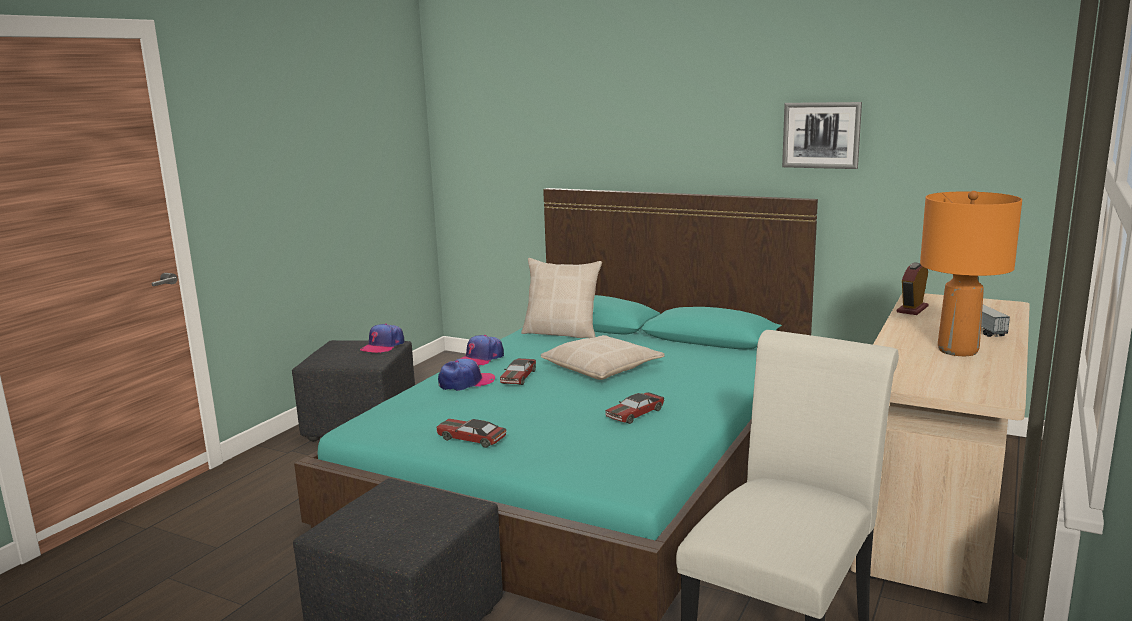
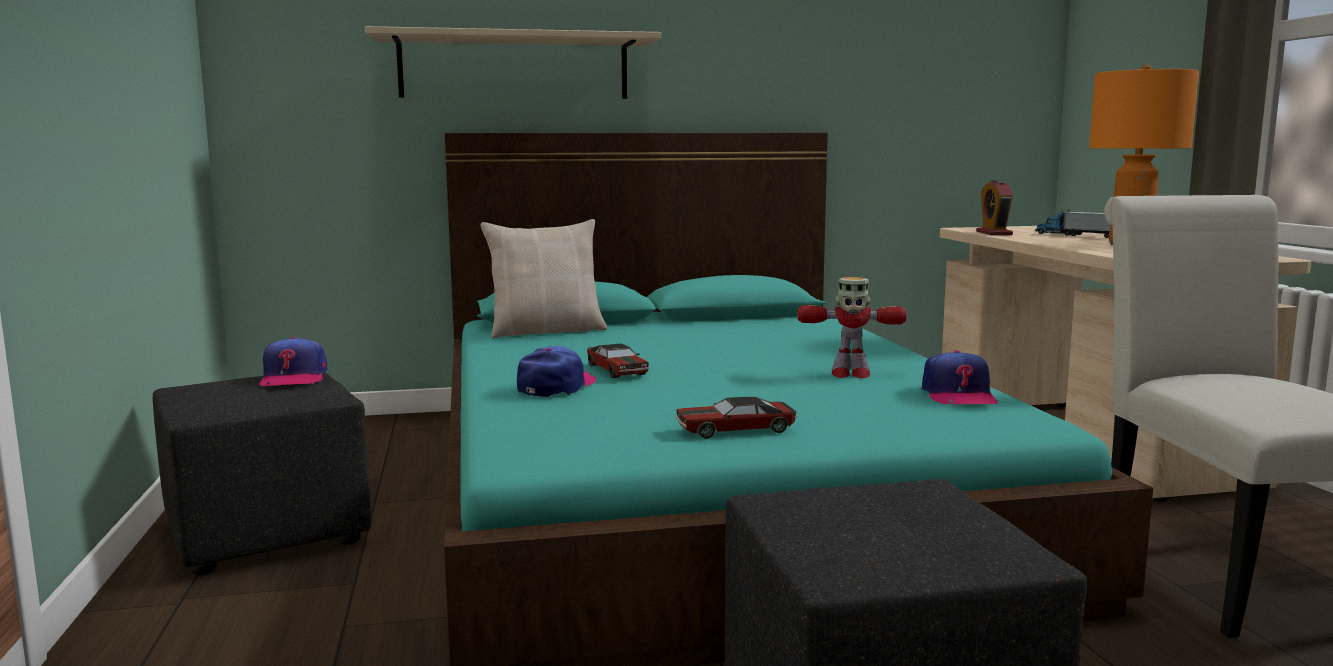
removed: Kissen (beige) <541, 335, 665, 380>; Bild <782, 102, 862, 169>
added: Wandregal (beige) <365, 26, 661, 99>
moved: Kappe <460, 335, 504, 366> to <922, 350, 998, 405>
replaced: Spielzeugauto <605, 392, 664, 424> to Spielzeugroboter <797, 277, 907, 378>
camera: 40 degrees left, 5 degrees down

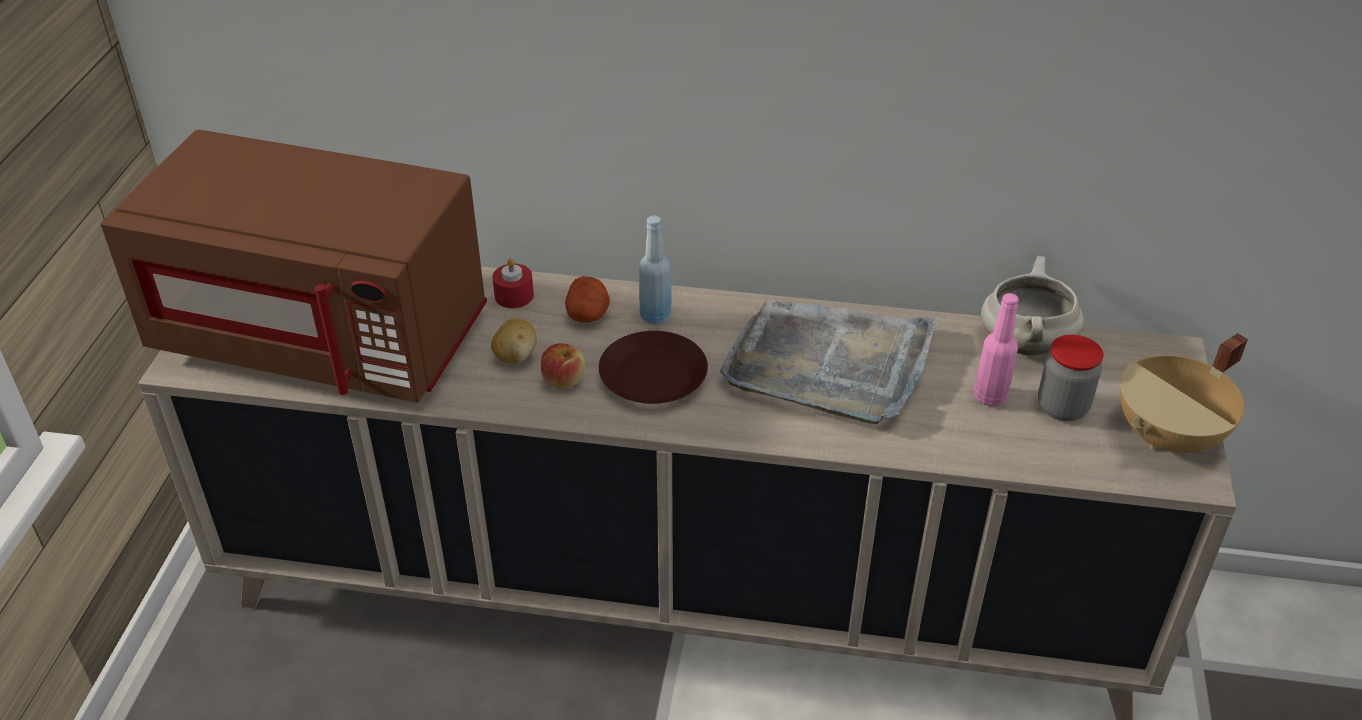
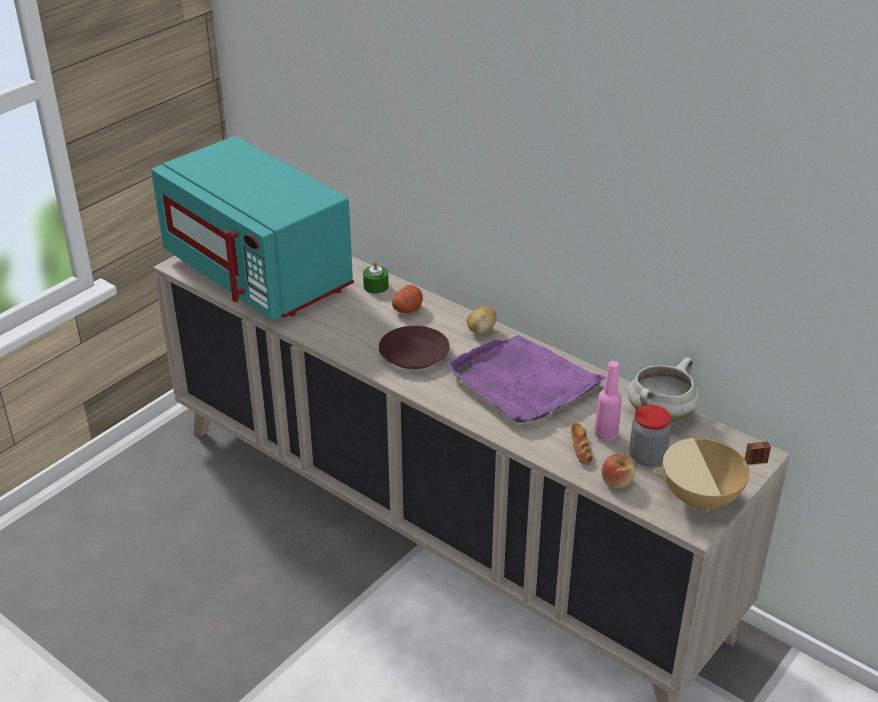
removed: Flasche (blau) <639, 215, 672, 325>
added: Brot <570, 423, 593, 465>
moved: Kartoffel <491, 318, 537, 364> to <467, 306, 496, 334>; Apfel <541, 343, 585, 389> to <601, 454, 635, 488>
recoloured: Mikrowelle (braun) <100, 130, 487, 403> to Mikrowelle (türkis) <151, 136, 354, 320>; Kerze (rot) <492, 258, 534, 308> to Kerze (grün) <363, 261, 389, 294>; Tablett (grau) <720, 299, 937, 424> to Tablett (lila) <448, 335, 606, 423>
camera: 30 degrees right, 5 degrees down

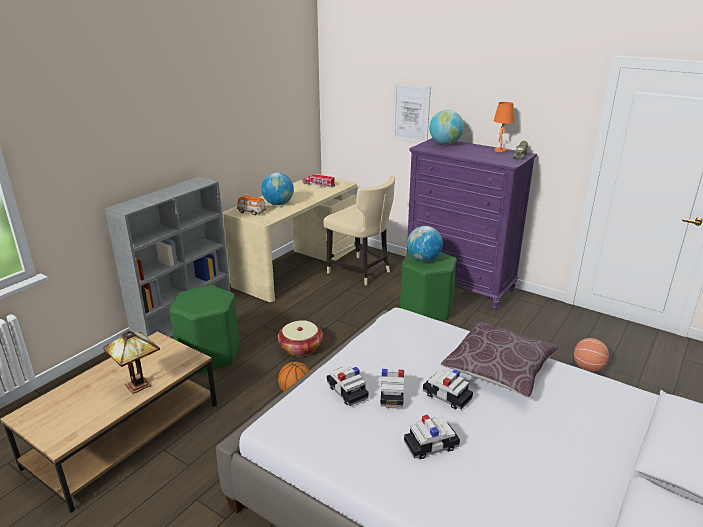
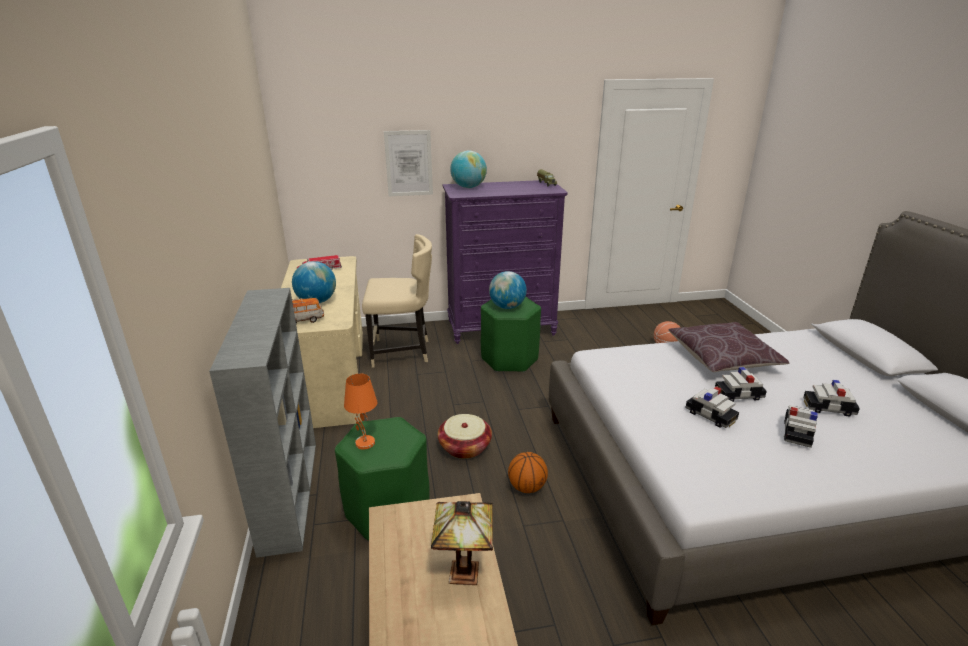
moved: Spielzeugauto <327, 365, 369, 406> to <803, 380, 860, 417>; Tischlampe (orange) <494, 102, 514, 152> to <344, 374, 377, 450>
camera: 45 degrees left, 0 degrees up

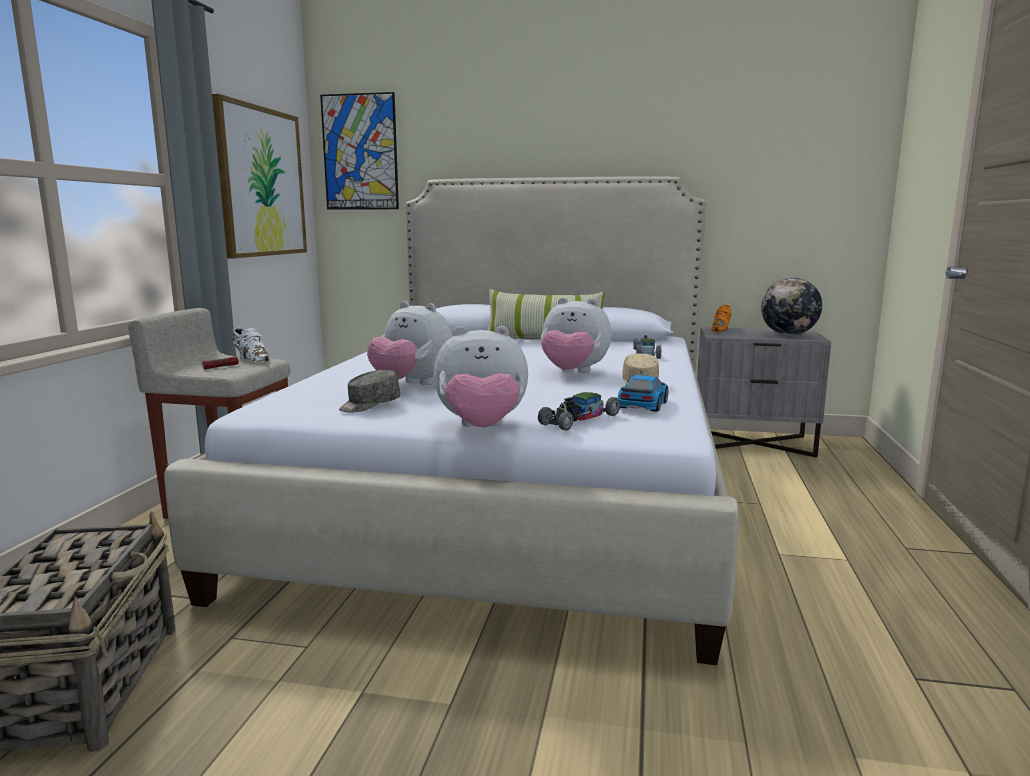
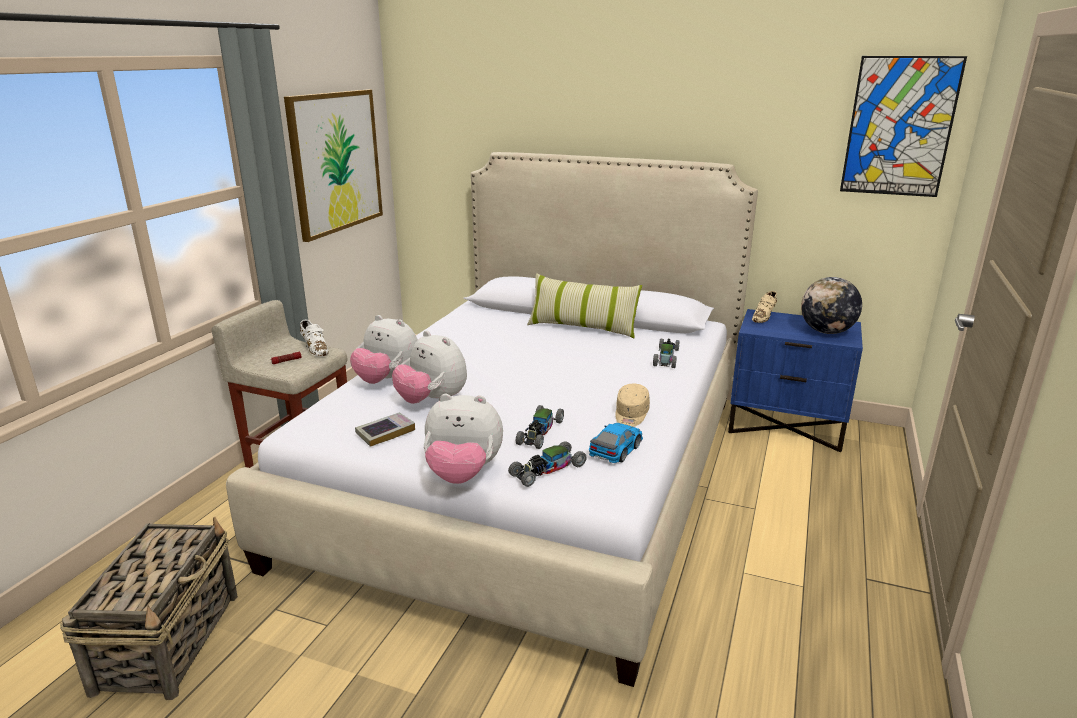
added: Spielzeugauto <516, 405, 564, 449>
moved: Bild <320, 92, 399, 210> to <840, 56, 967, 197>; Plüschtier <541, 297, 612, 373> to <350, 315, 418, 384>
replaced: Kappe (grau) <339, 370, 400, 412> to Buch <355, 413, 415, 447>
recoloured: Nachttisch (grau) <697, 327, 831, 458> to Nachttisch (blau) <728, 309, 863, 452>; Schuh (orange) <711, 305, 732, 332> to Schuh (beige) <752, 291, 777, 323>
camera: 10 degrees right, 10 degrees up

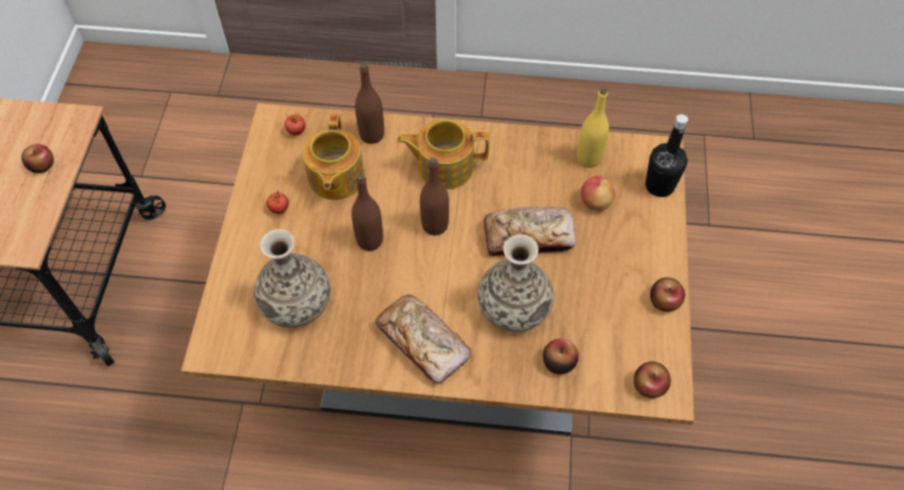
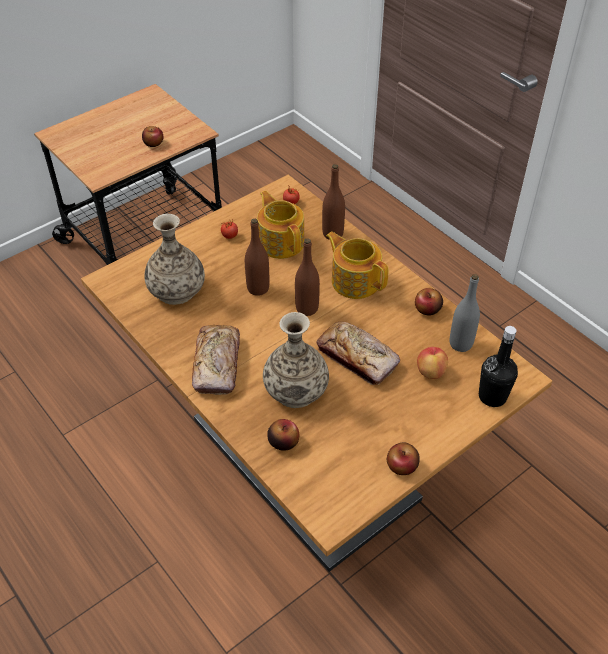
moved: Apfel <634, 362, 671, 398> to <415, 288, 443, 316>
recoloured: Flasche (gelb) <577, 88, 609, 168> to Flasche (grau) <450, 274, 480, 352>
turned: Teekanne <303, 114, 364, 200> = <257, 191, 304, 259> 105 degrees clockwise
camera: 45 degrees right, 10 degrees down

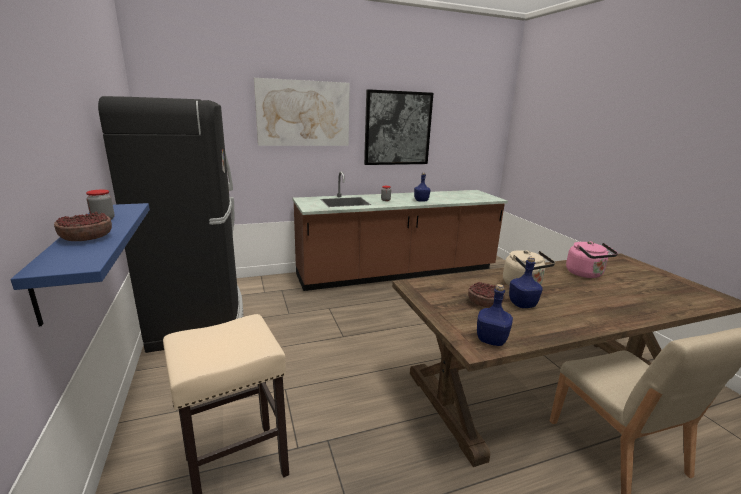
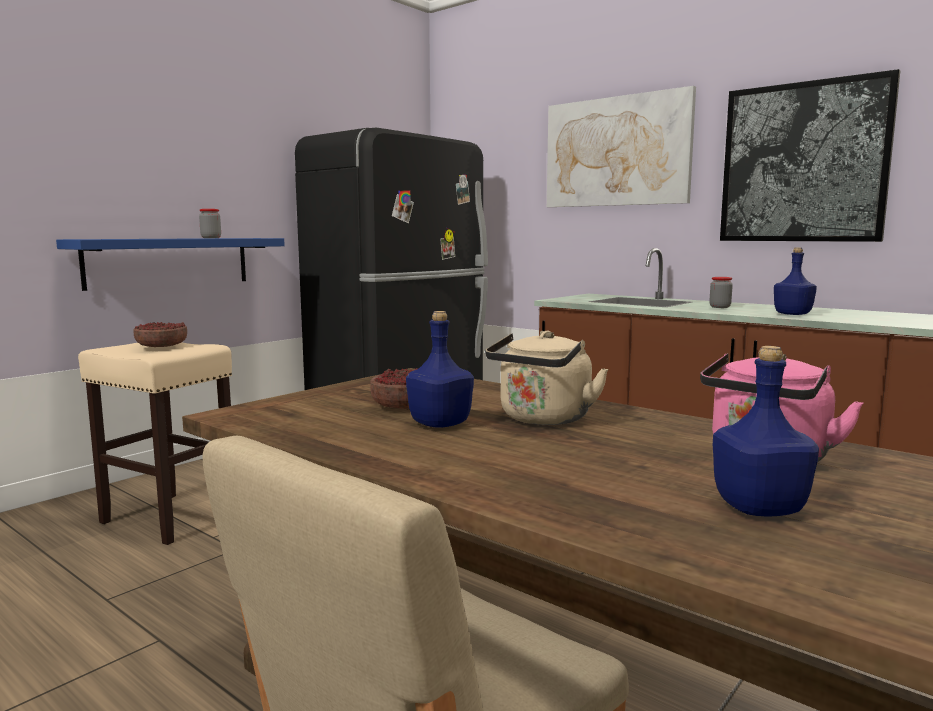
moved: Schüssel <54, 212, 112, 241> to <133, 322, 187, 347>; Flasche (blau) <477, 284, 513, 346> to <713, 346, 819, 516>
camera: 60 degrees right, 10 degrees down

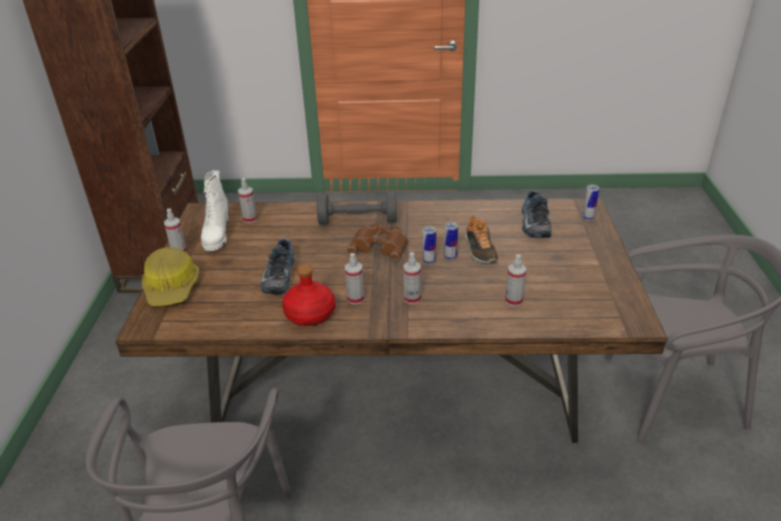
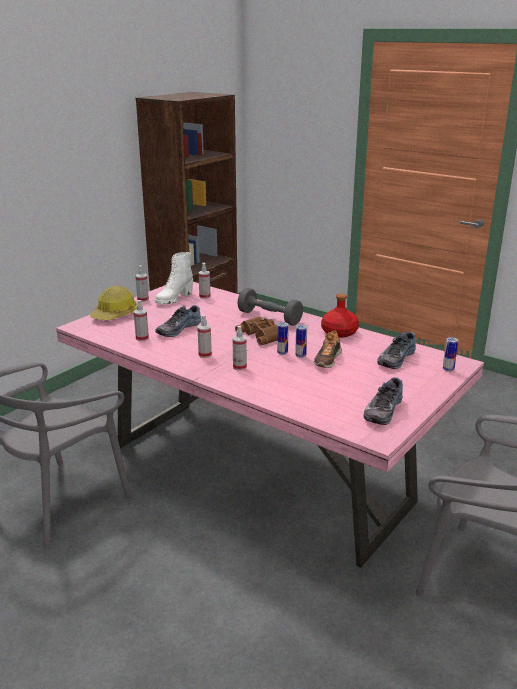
added: Schuh <364, 377, 403, 425>
moved: Flasche (rot) <282, 265, 335, 326> to <321, 293, 359, 338>; Sprühflasche <505, 254, 526, 307> to <134, 300, 149, 341>
recoloured: Esstisch (braun) <115, 198, 667, 443> to Esstisch (rosa) <56, 282, 484, 568>
camera: 35 degrees right, 10 degrees down

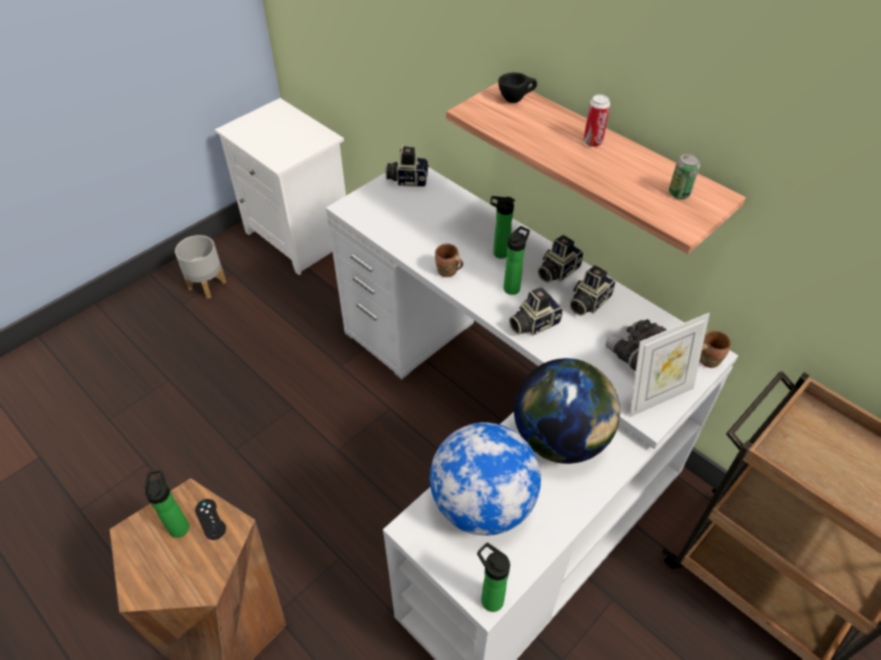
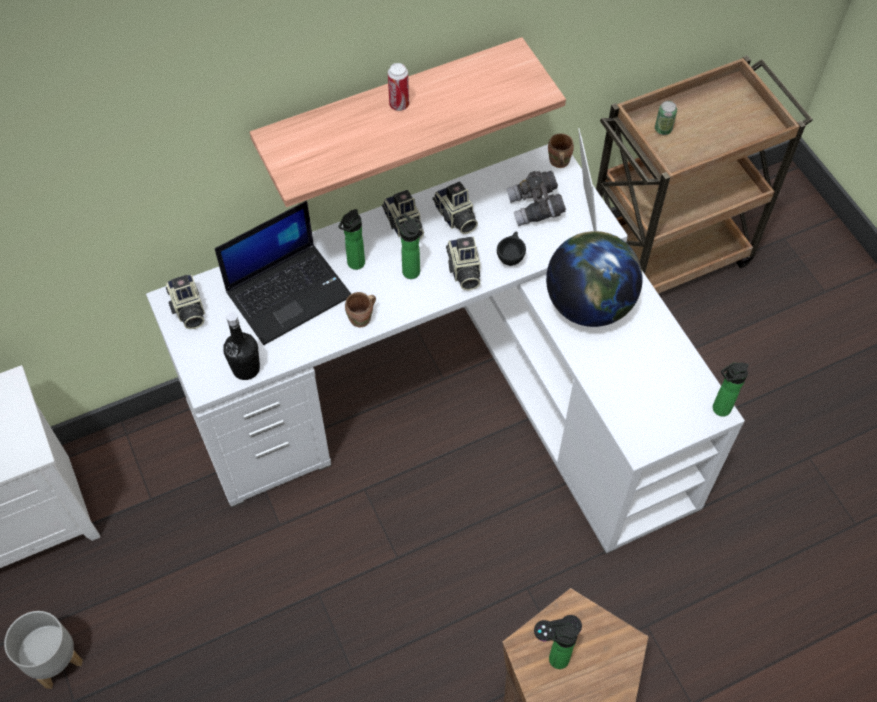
removed: Globus <430, 422, 541, 536>
added: Laptop <215, 201, 351, 345>; Flasche (schwarz) <223, 312, 260, 380>
moved: Tasse (schwarz) <498, 72, 537, 103> to <497, 231, 526, 266>; Dose <669, 154, 700, 199> to <655, 101, 677, 135>
turned: Kamera <386, 145, 429, 187> = <166, 274, 205, 329> 45 degrees counterclockwise
camera: 70 degrees left, 10 degrees up

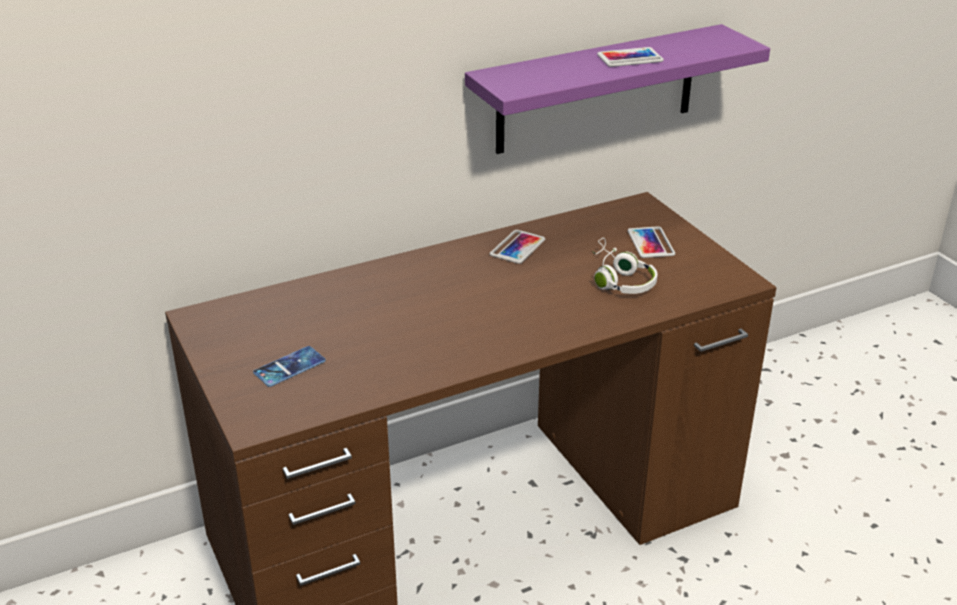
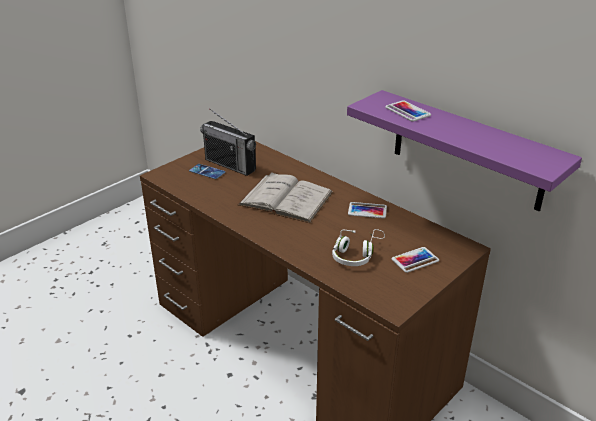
added: Radio <200, 108, 256, 176>; Buch (weiß) <237, 172, 333, 223>
moved: Handy <597, 47, 664, 67> to <385, 100, 431, 122>
camera: 70 degrees right, 0 degrees up

